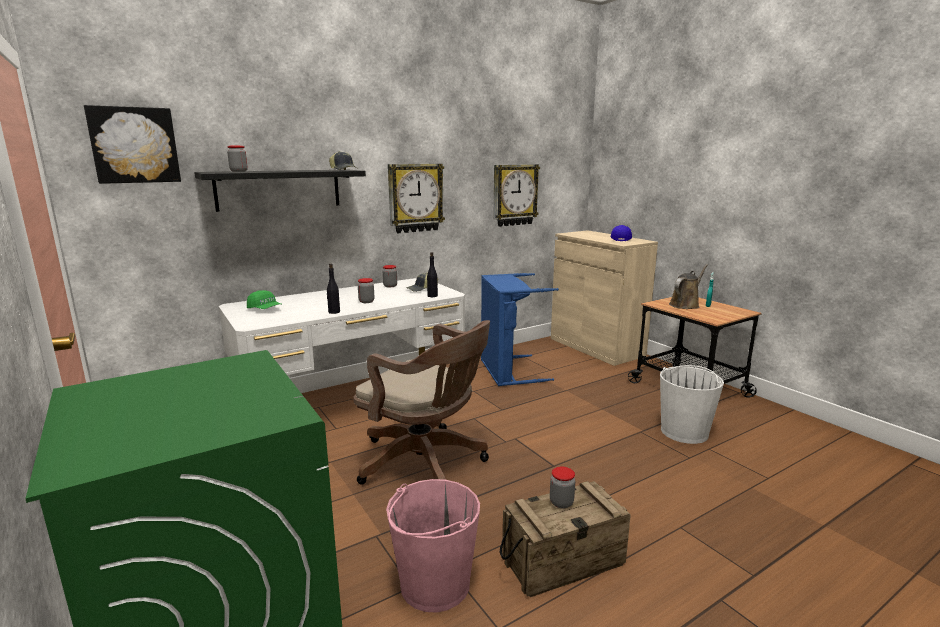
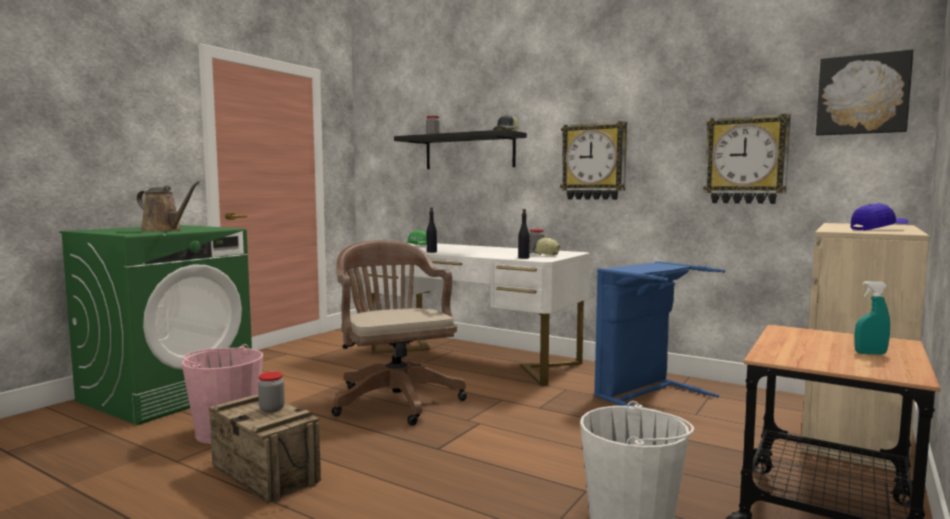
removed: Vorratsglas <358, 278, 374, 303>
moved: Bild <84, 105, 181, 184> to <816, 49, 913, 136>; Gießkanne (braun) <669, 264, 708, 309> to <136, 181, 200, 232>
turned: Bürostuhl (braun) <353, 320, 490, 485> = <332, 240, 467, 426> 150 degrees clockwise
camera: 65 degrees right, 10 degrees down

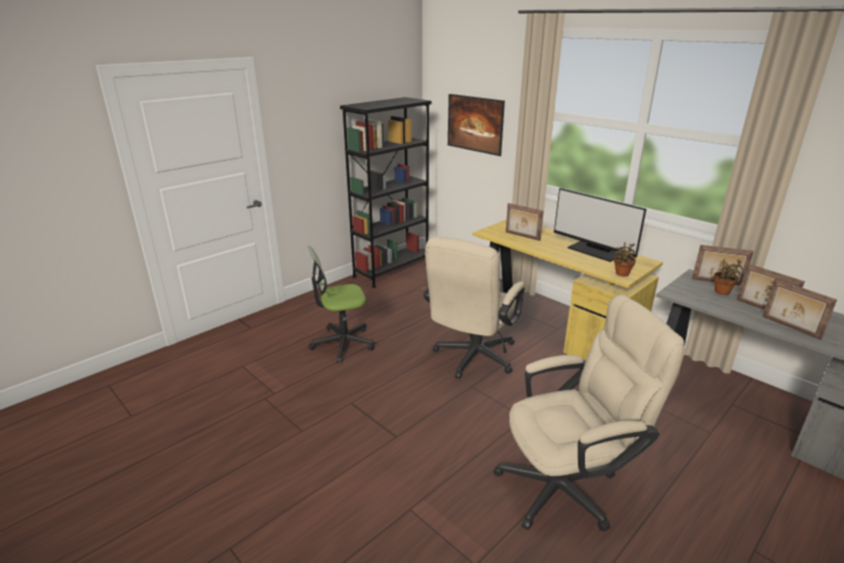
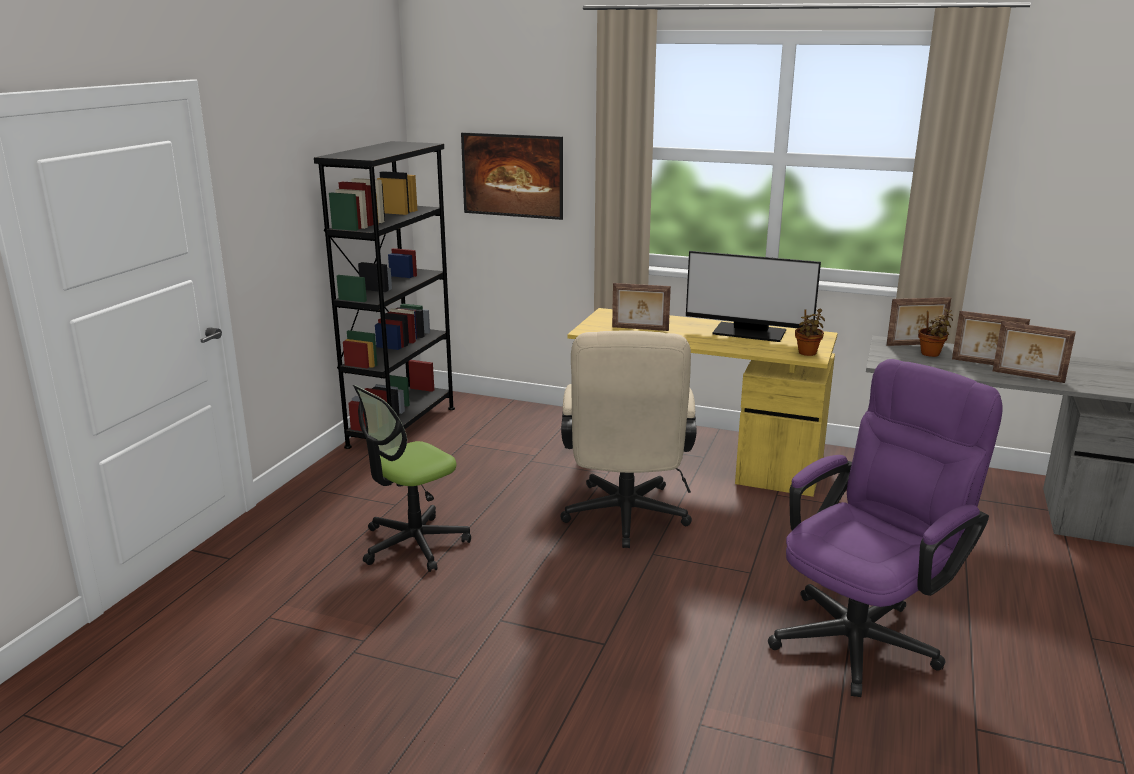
recoloured: Bürostuhl (beige) <493, 295, 685, 532> to Bürostuhl (lila) <768, 359, 1003, 697>
camera: 25 degrees left, 5 degrees down

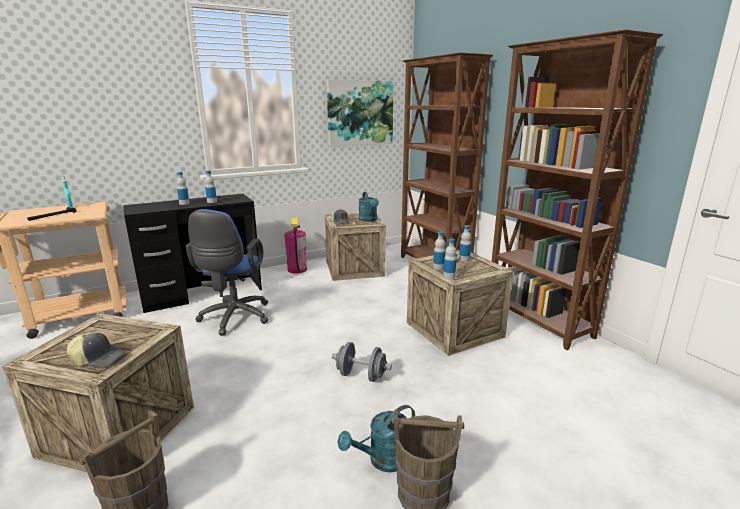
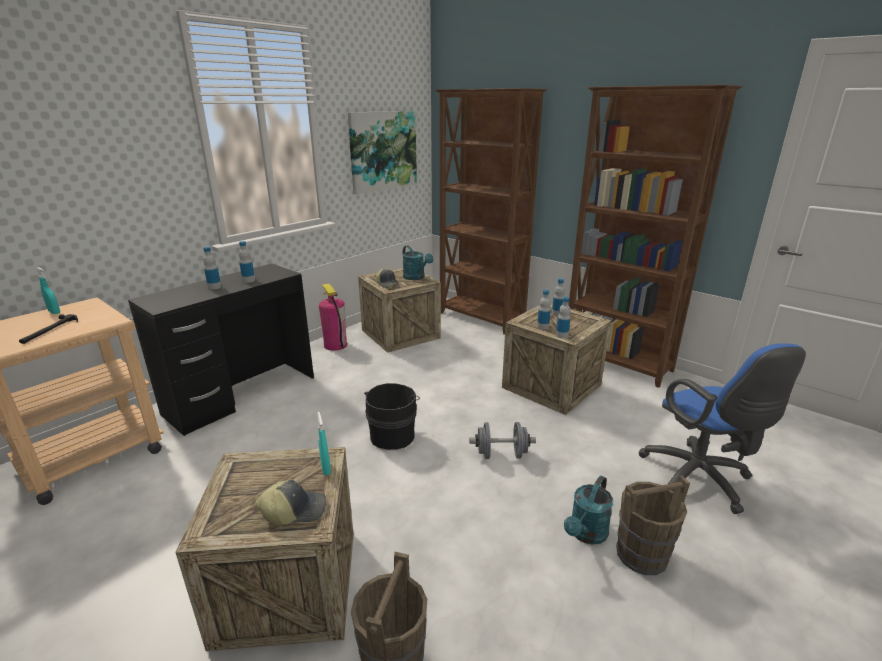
added: Sprühflasche (türkis) <317, 412, 331, 475>; Eimer (schwarz) <364, 383, 420, 450>
moved: Bürostuhl (blau) <186, 209, 269, 336> to <639, 344, 806, 514>
camera: 20 degrees left, 5 degrees up

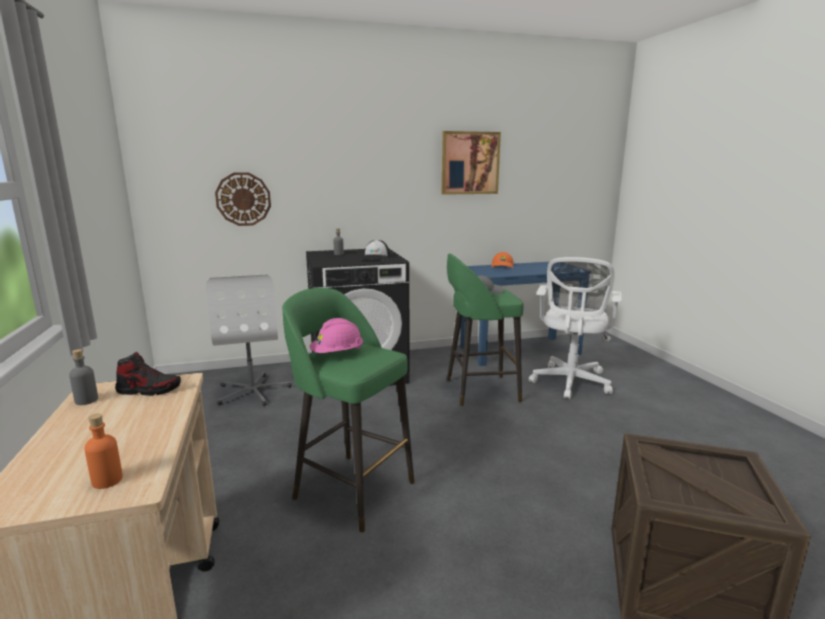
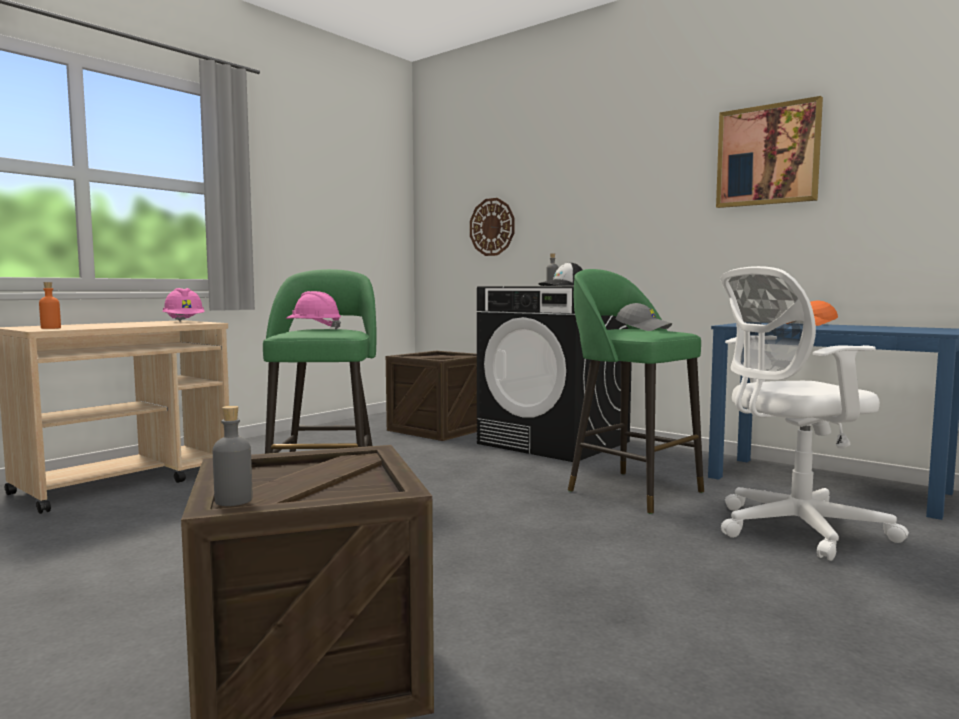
moved: Flasche (grau) <69, 349, 98, 405> to <213, 406, 252, 506>
replaced: Schuh <115, 352, 181, 396> to Schutzhelm (rosa) <162, 288, 205, 321>; Bürostuhl (weiß) <206, 274, 292, 406> to Kiste <386, 351, 478, 441>
camera: 55 degrees right, 10 degrees down

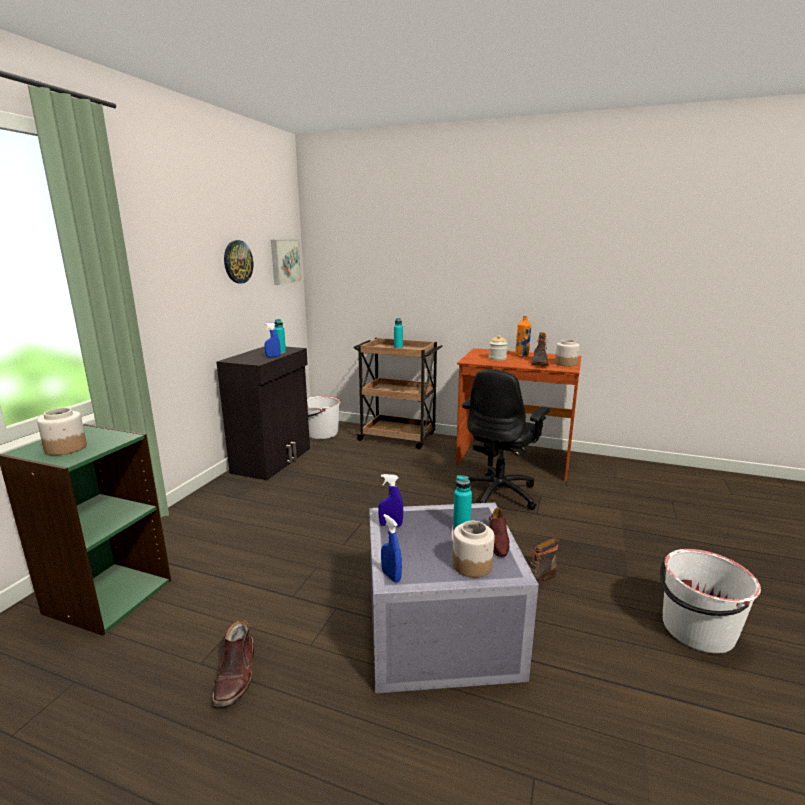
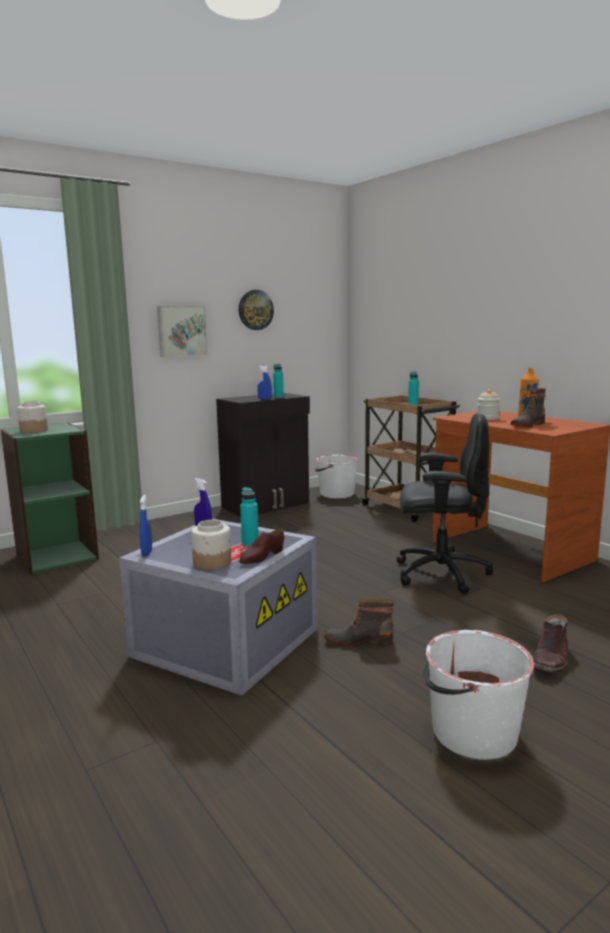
removed: Vorratsglas <555, 340, 580, 367>
moved: Stiefel (braun) <212, 619, 255, 707> to <533, 614, 568, 672>; Bild <271, 240, 302, 285> to <157, 306, 208, 357>
turned: Bürostuhl (schwarz) <456, 369, 550, 510> = <396, 413, 493, 594> 150 degrees counterclockwise
camera: 35 degrees right, 5 degrees down

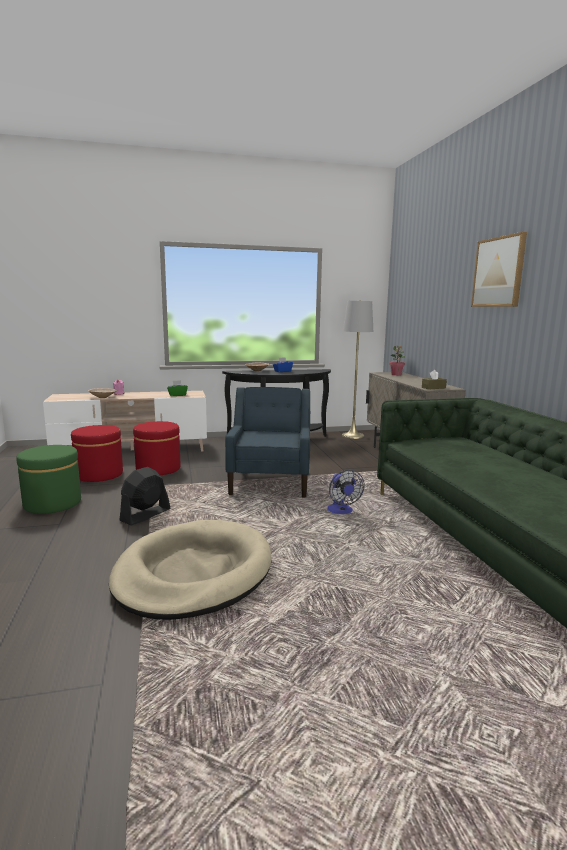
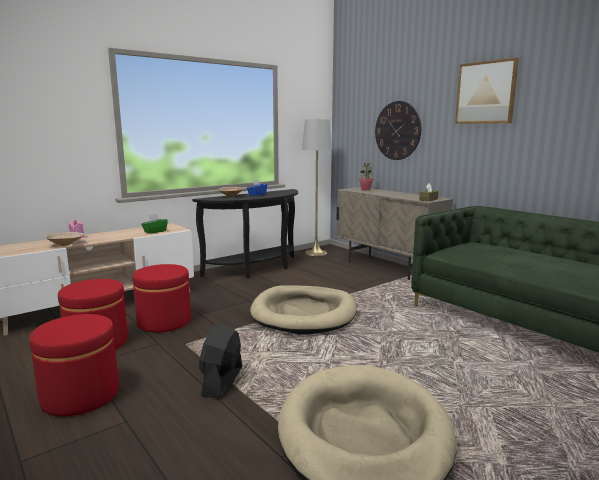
removed: Ventilator <327, 470, 365, 514>
added: Wanduhr <375, 101, 421, 160>
replaced: Sessel (blau) <225, 387, 310, 498> to Hundebett (beige) <250, 285, 357, 335>
recoloured: Polsterhocker (grün) <16, 445, 81, 514> to Polsterhocker (rot) <29, 314, 119, 416>
camera: 25 degrees left, 0 degrees up

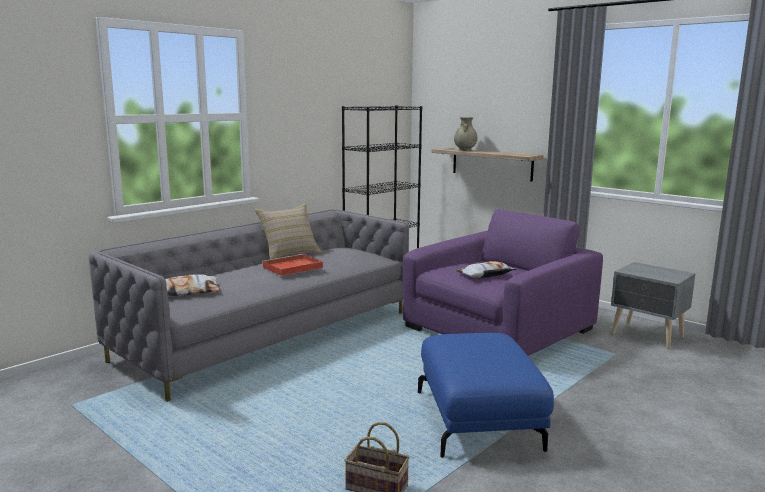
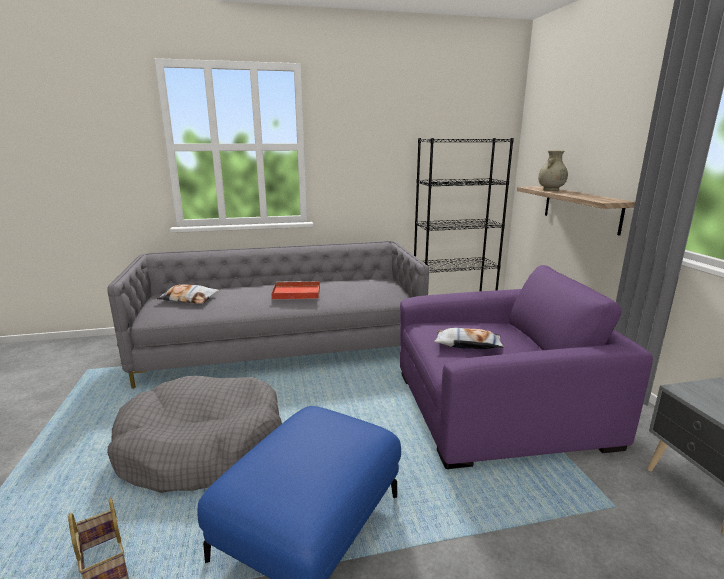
removed: Kissen (beige) <254, 203, 322, 259>
added: Hundebett (grau) <107, 376, 282, 493>
camera: 35 degrees right, 5 degrees up

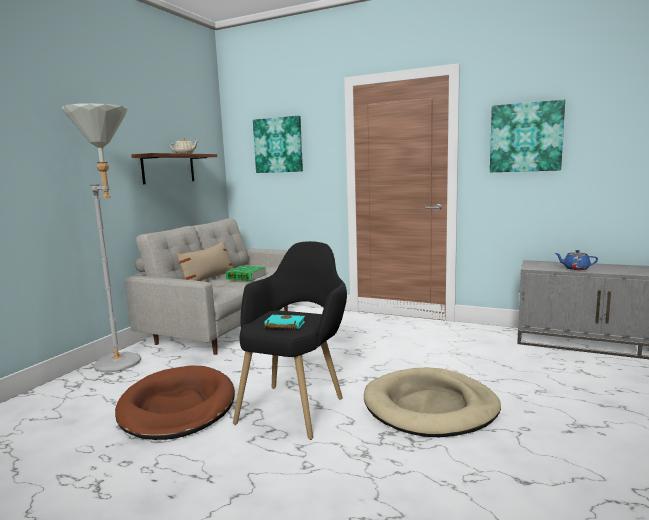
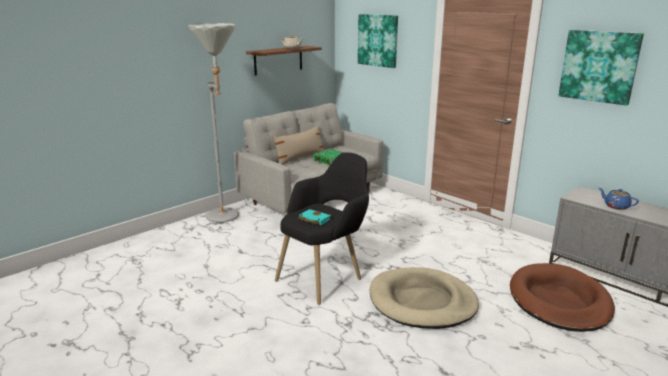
moved: Hundebett (braun) <115, 365, 235, 440> to <510, 263, 615, 332>
camera: 20 degrees right, 10 degrees up

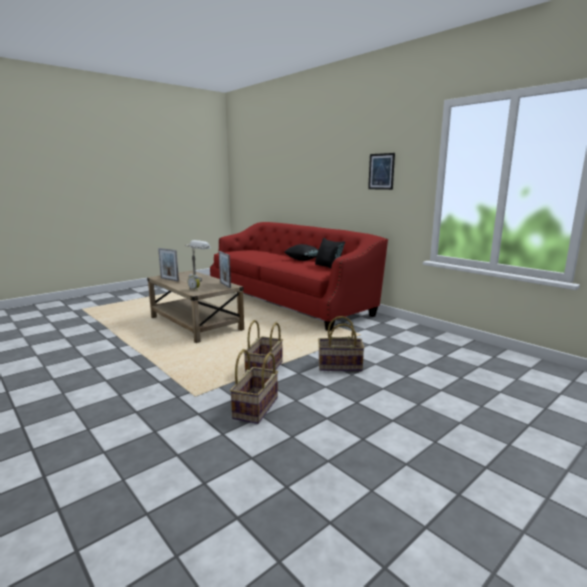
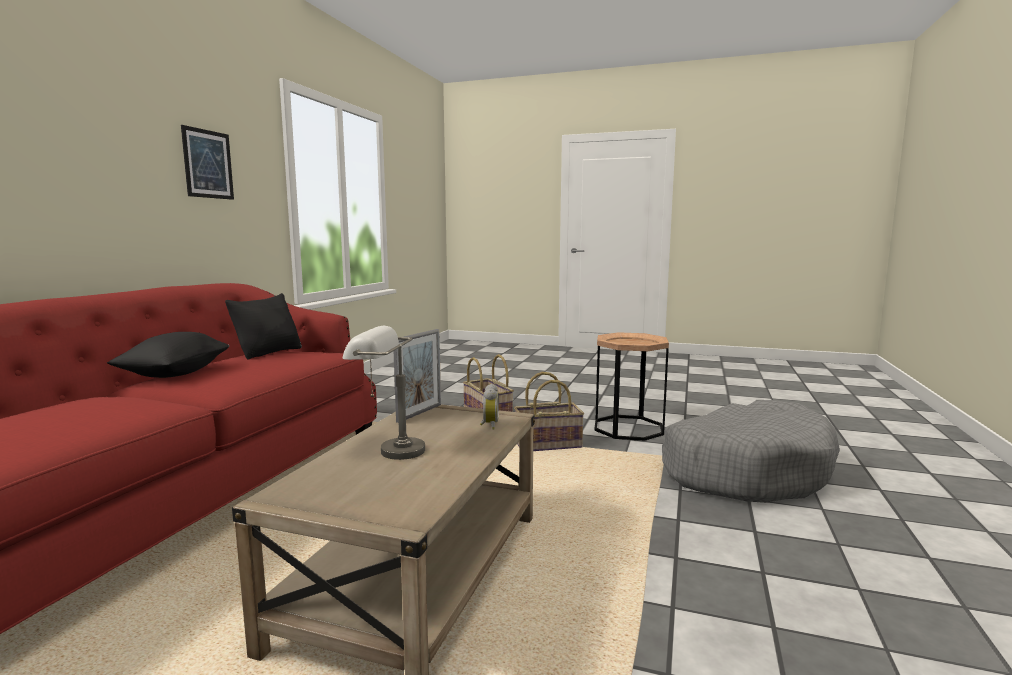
removed: Bilderrahmen <158, 248, 179, 281>
added: Hundebett (grau) <662, 400, 840, 503>
replaced: Korb <230, 349, 278, 424> to Beistelltisch (braun) <594, 332, 669, 441>
camera: 120 degrees left, 5 degrees down

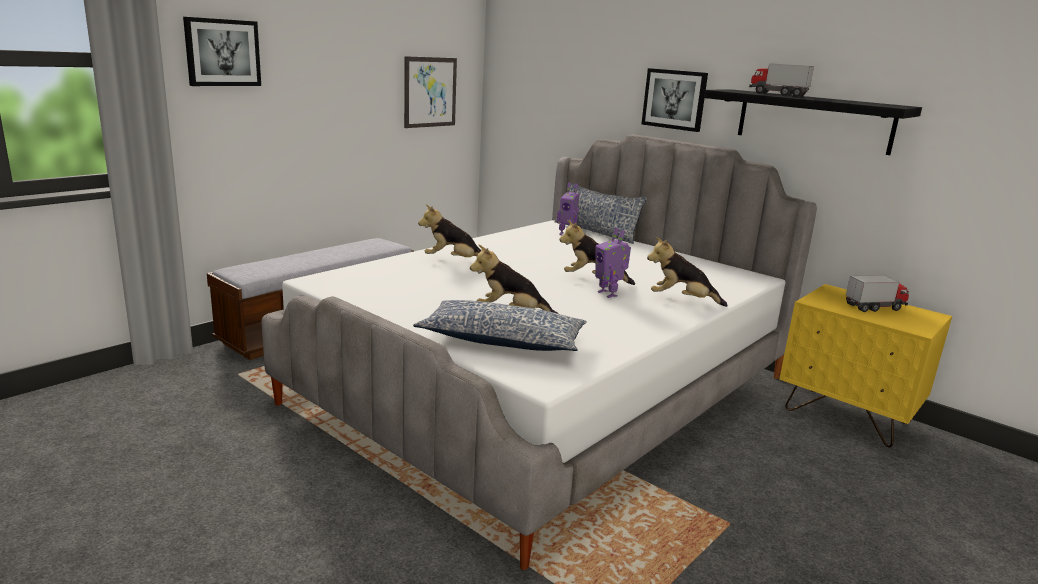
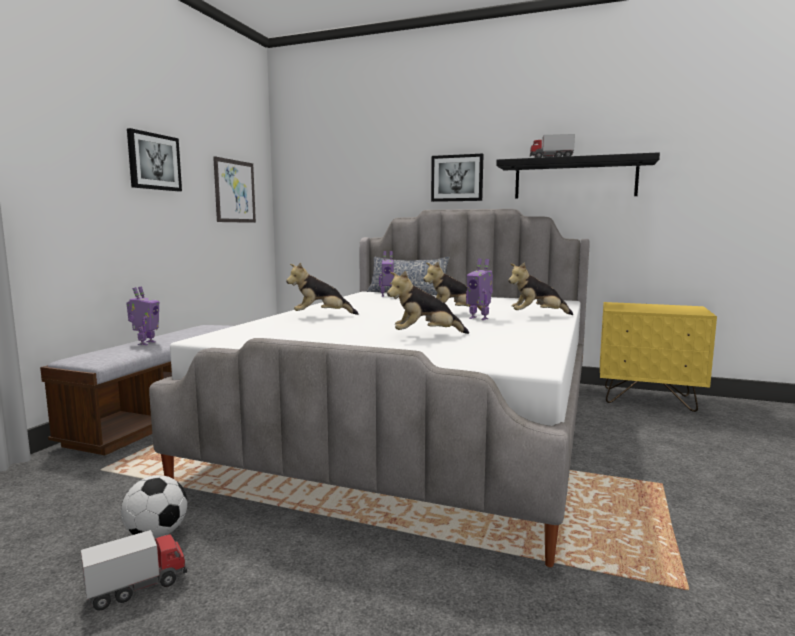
removed: Kissen <413, 300, 587, 351>
added: Fußball <121, 475, 187, 539>; Spielzeugroboter <126, 286, 159, 345>
moved: Bild <183, 17, 261, 86> to <127, 128, 182, 191>; Spielzeuglaster <846, 275, 909, 312> to <81, 530, 187, 611>
camera: 20 degrees left, 10 degrees down

